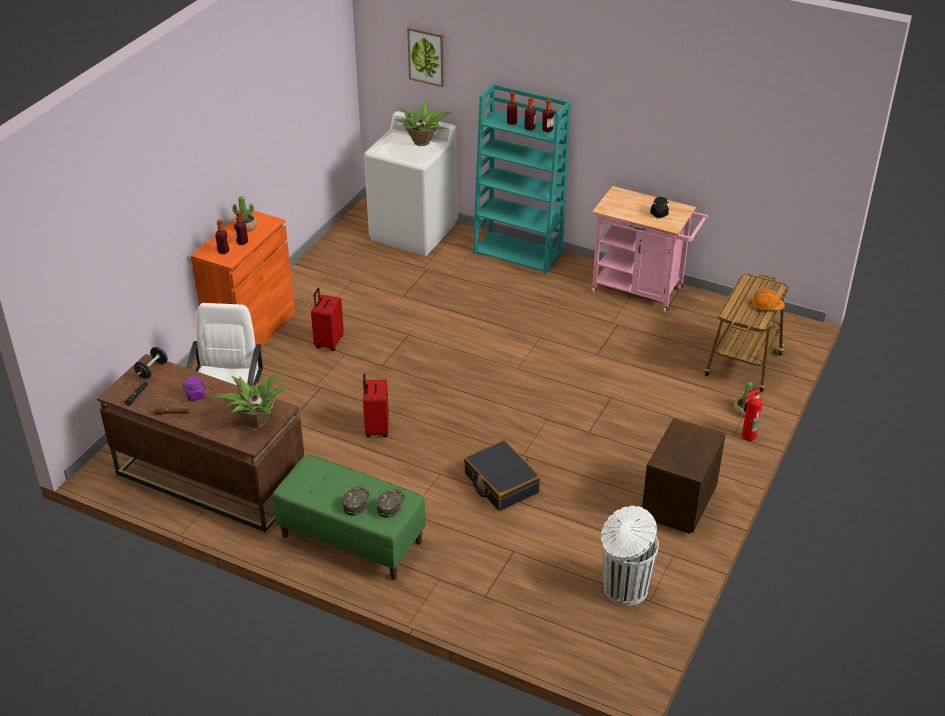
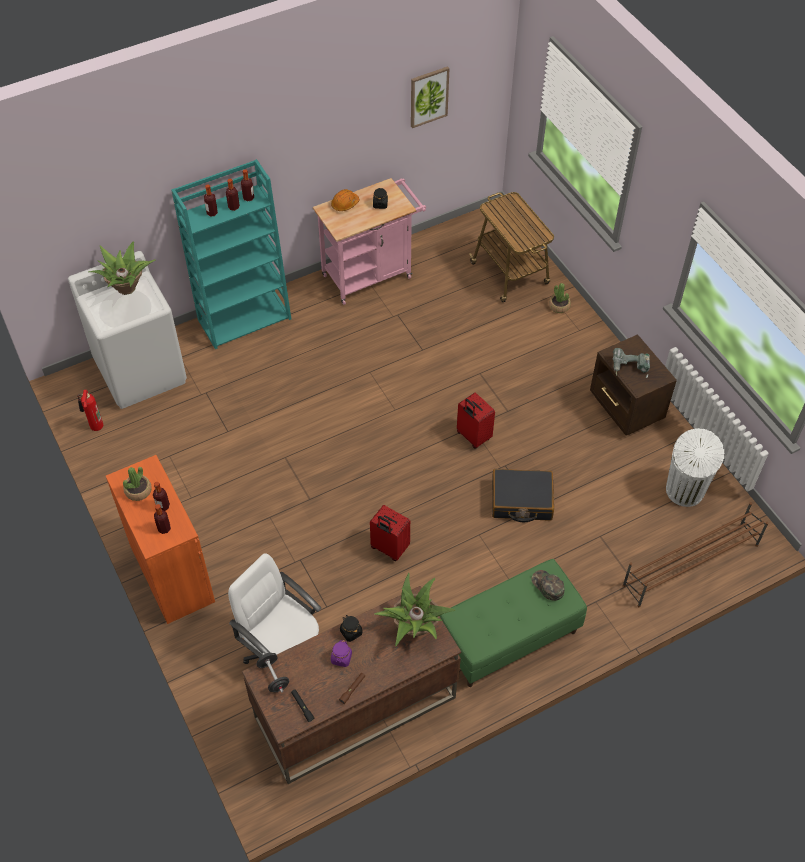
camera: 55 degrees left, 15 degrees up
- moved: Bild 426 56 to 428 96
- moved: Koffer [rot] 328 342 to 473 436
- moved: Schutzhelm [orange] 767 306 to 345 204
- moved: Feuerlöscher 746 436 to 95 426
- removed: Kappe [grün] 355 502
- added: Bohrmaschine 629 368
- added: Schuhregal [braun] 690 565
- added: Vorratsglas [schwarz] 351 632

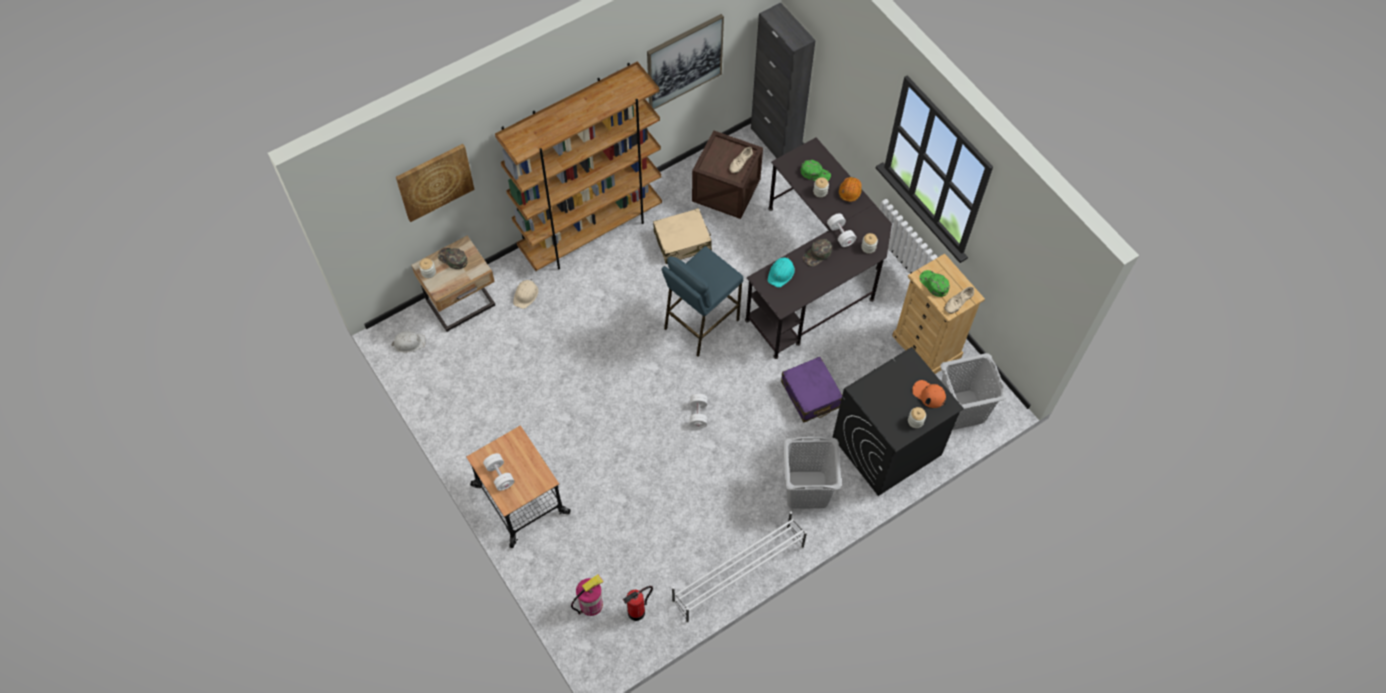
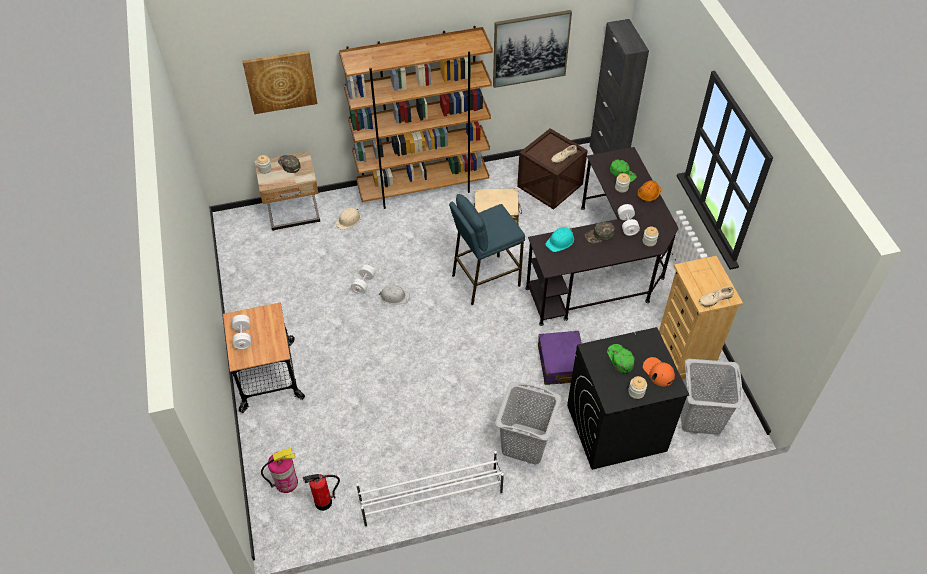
camera: 20 degrees right, 10 degrees down
- moved: Kappe [grün] 933 284 to 620 359
- moved: Schutzhelm [weiß] 409 342 to 394 296
- moved: Hantel [weiß] 698 414 to 364 284

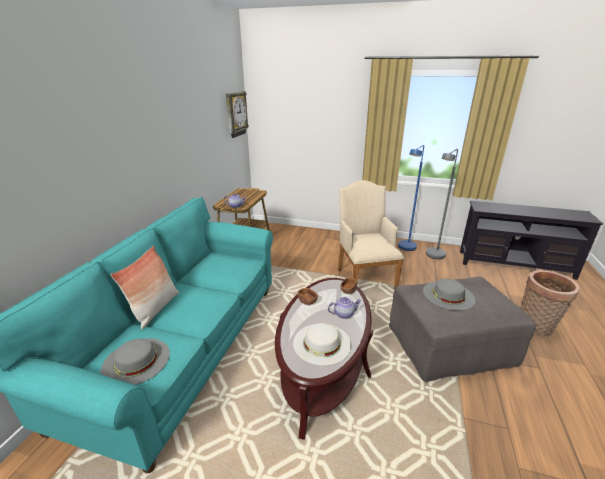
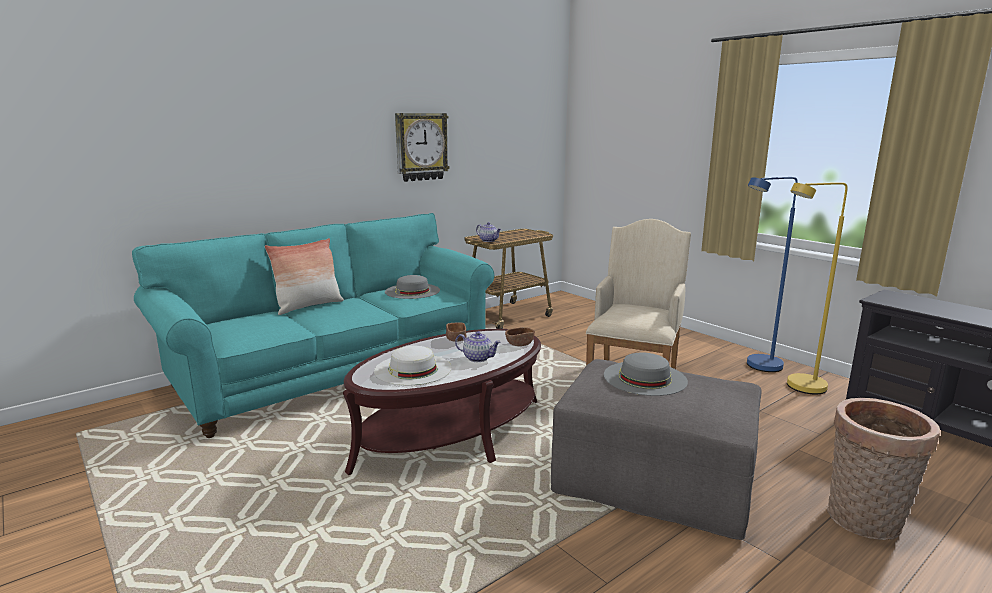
camera: 35 degrees right, 10 degrees down
- moved: Wanduhr 235 114 to 421 147
- recoloured: Stehlampe [grau] 433 256 to Stehlampe [gelb] 798 388
- moved: Hut [grau] 136 361 to 412 291

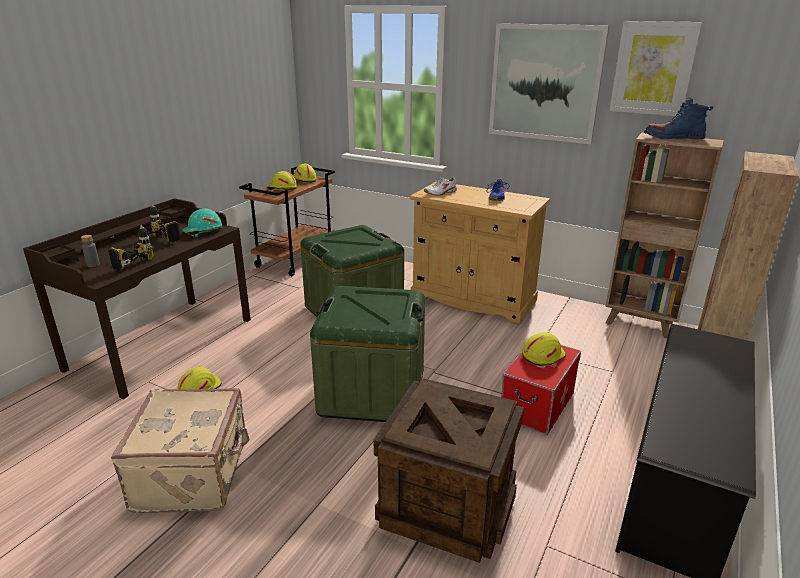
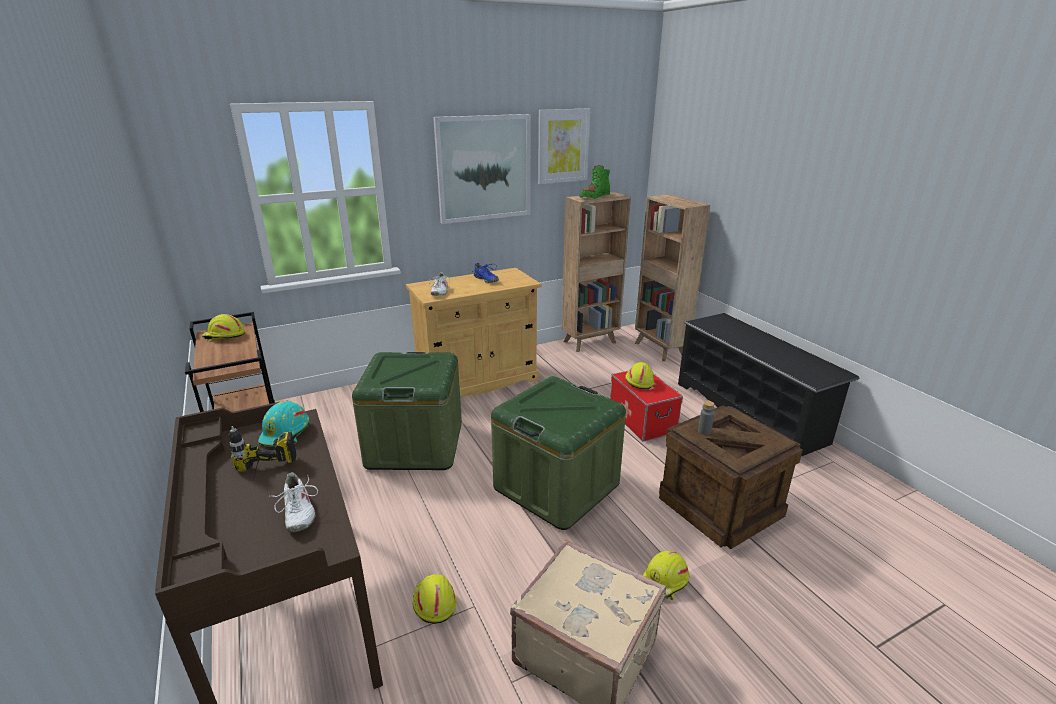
camera: 55 degrees left, 0 degrees up
- recoloured: Stiefel [blau] 673 138 to Stiefel [grün] 594 197
- moved: Schutzhelm [gelb] 282 189 to 665 581
- replaced: Bohrmaschine 126 261 to Schuh [weiß] 297 512
- moved: Flasche [grau] 93 265 to 704 431

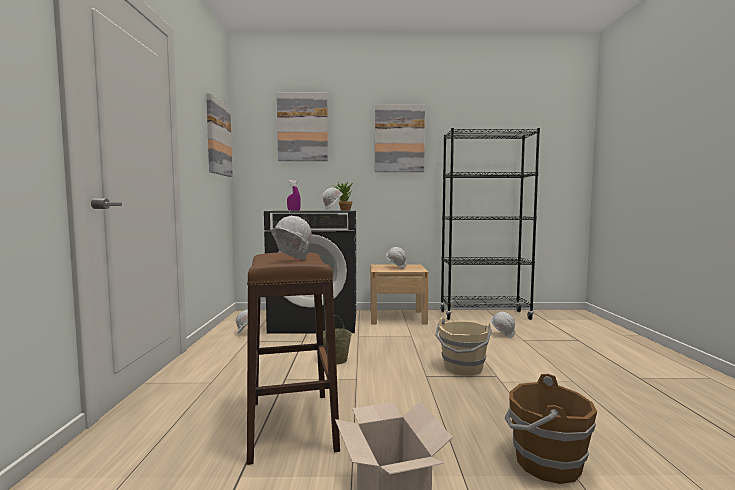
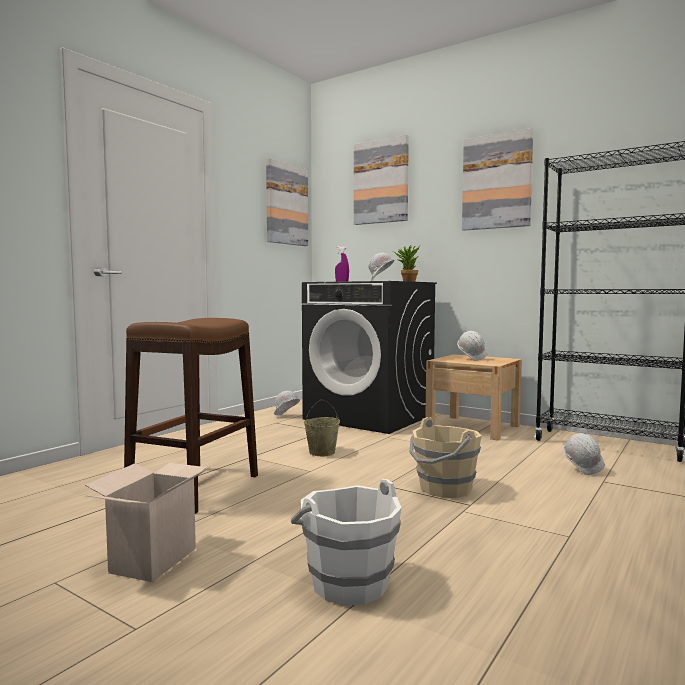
camera: 35 degrees right, 0 degrees up
- removed: Schutzhelm [weiß] 290 261
- recoloured: Eimer [braun] 545 463 to Eimer [weiß] 348 583

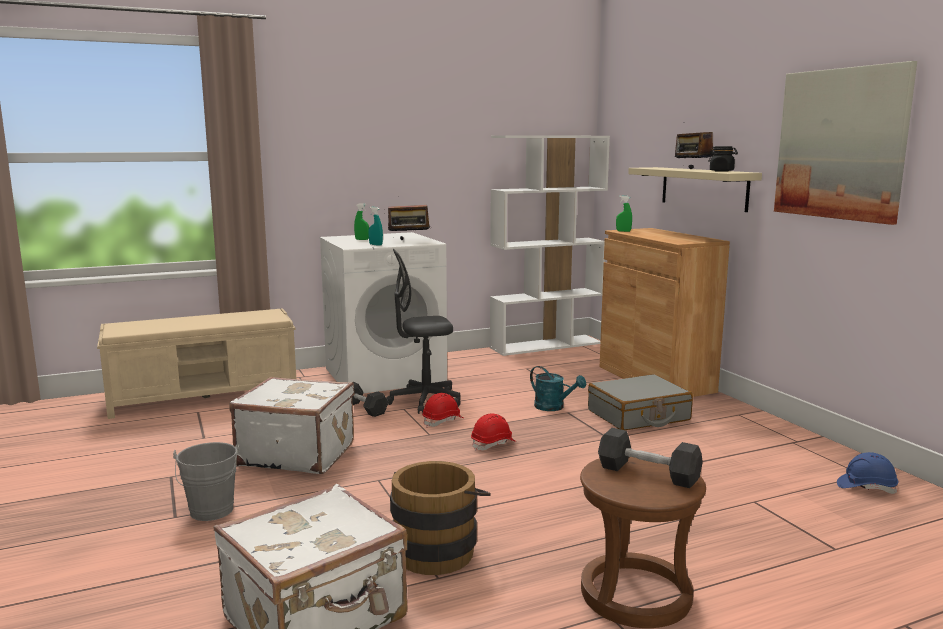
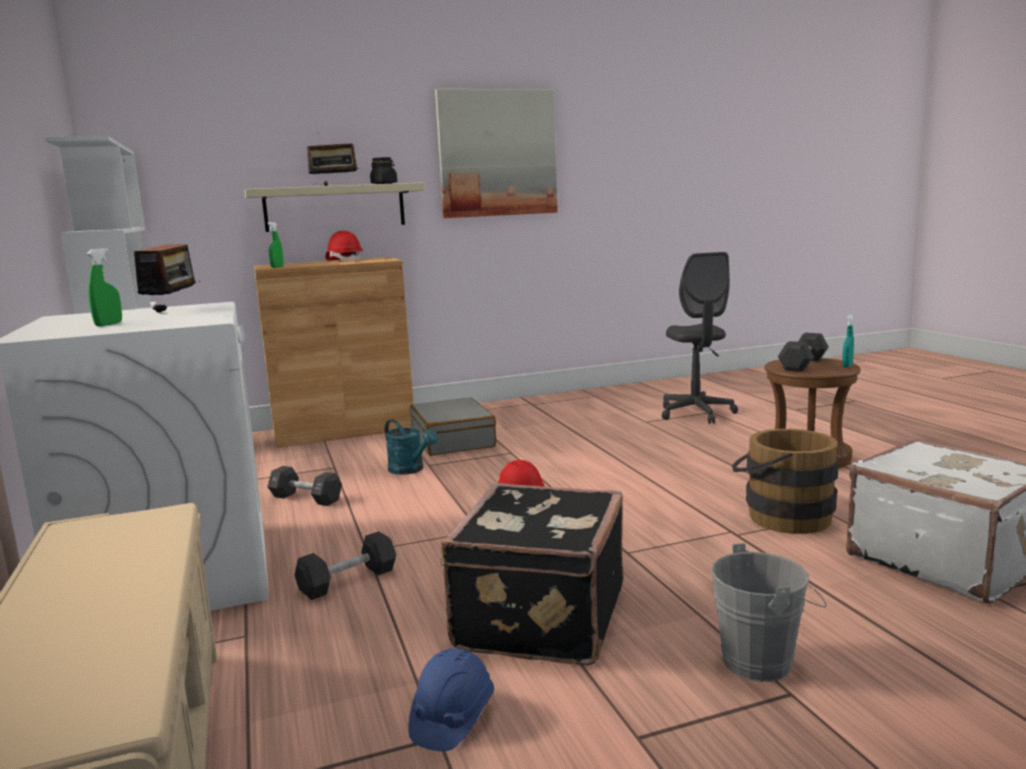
camera: 85 degrees left, 0 degrees up
- moved: Sprühflasche [türkis] 375 245 to 847 365
- moved: Bürostuhl [grau] 424 401 to 696 413
- turned: Gießkanne [türkis] 554 407 = 410 470 90 degrees clockwise
- recoloured: Koffer [weiß] 297 454 to Koffer [schwarz] 537 618
- moved: Schutzhelm [rot] 443 421 to 344 261
- moved: Schutzhelm [blau] 866 487 to 452 718
- added: Hantel [schwarz] 306 498

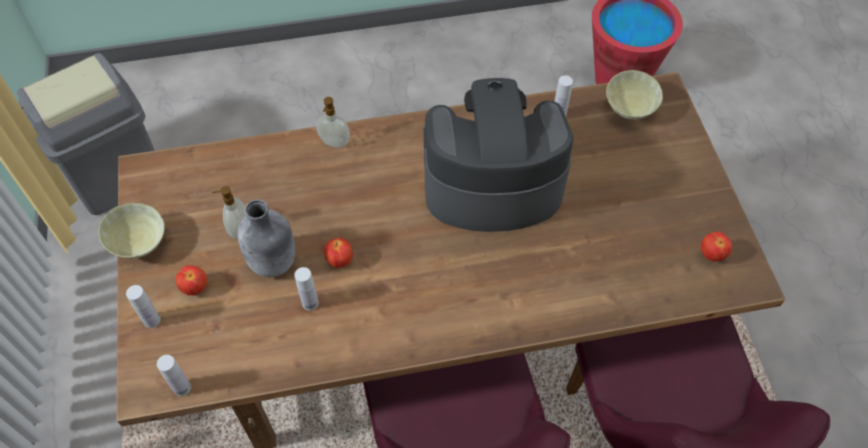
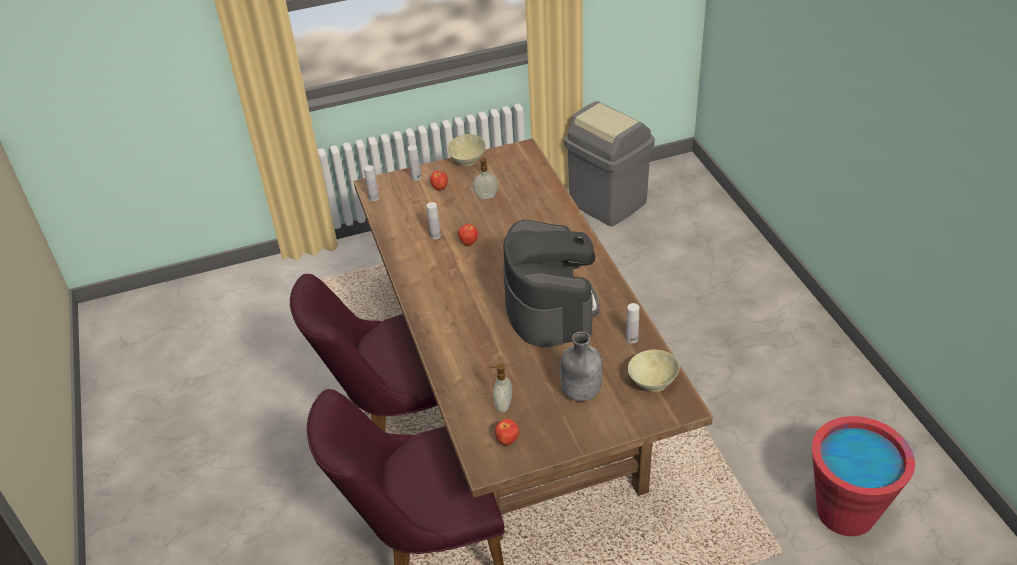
camera: 85 degrees right, 15 degrees down
- moved: Seifenspender 334 143 to 502 405
- moved: Flasche [grau] 273 263 to 580 392

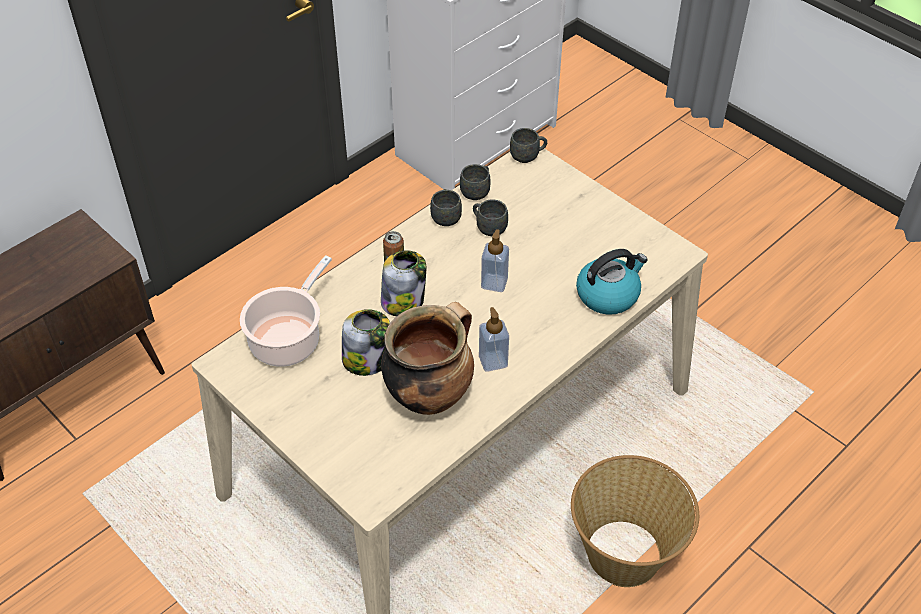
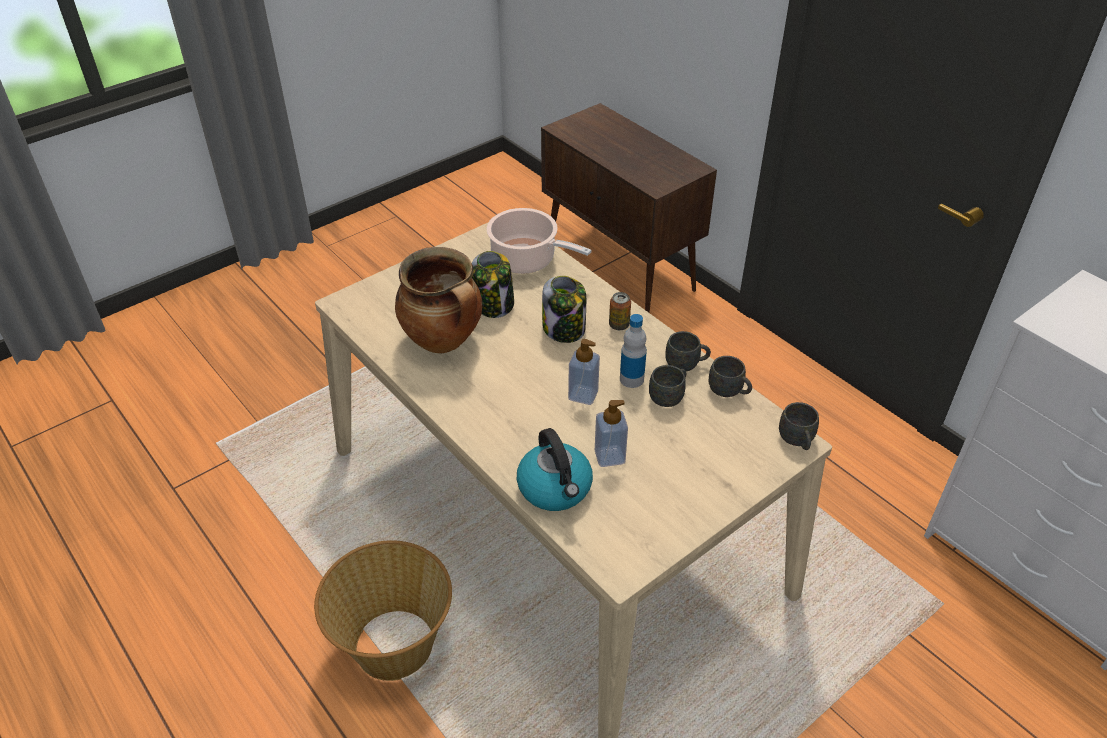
camera: 95 degrees right, 5 degrees down
- moved: Seifenspender 493 361 to 609 456
- added: Flasche 631 379

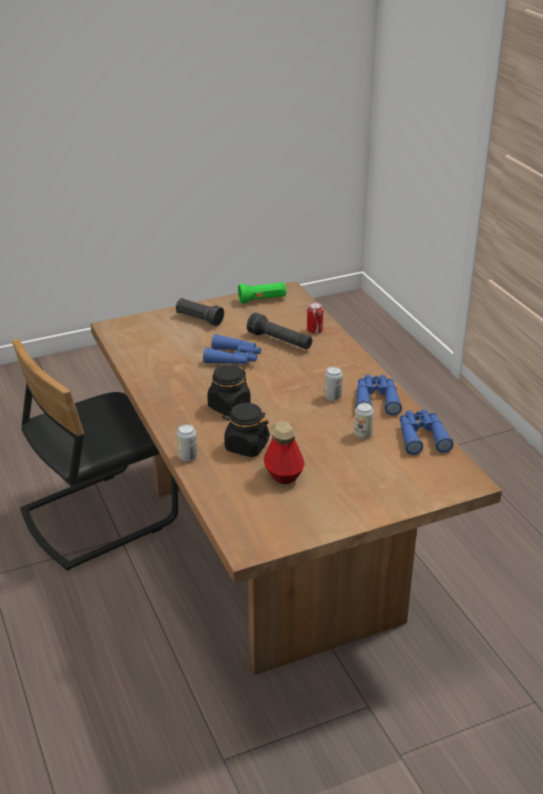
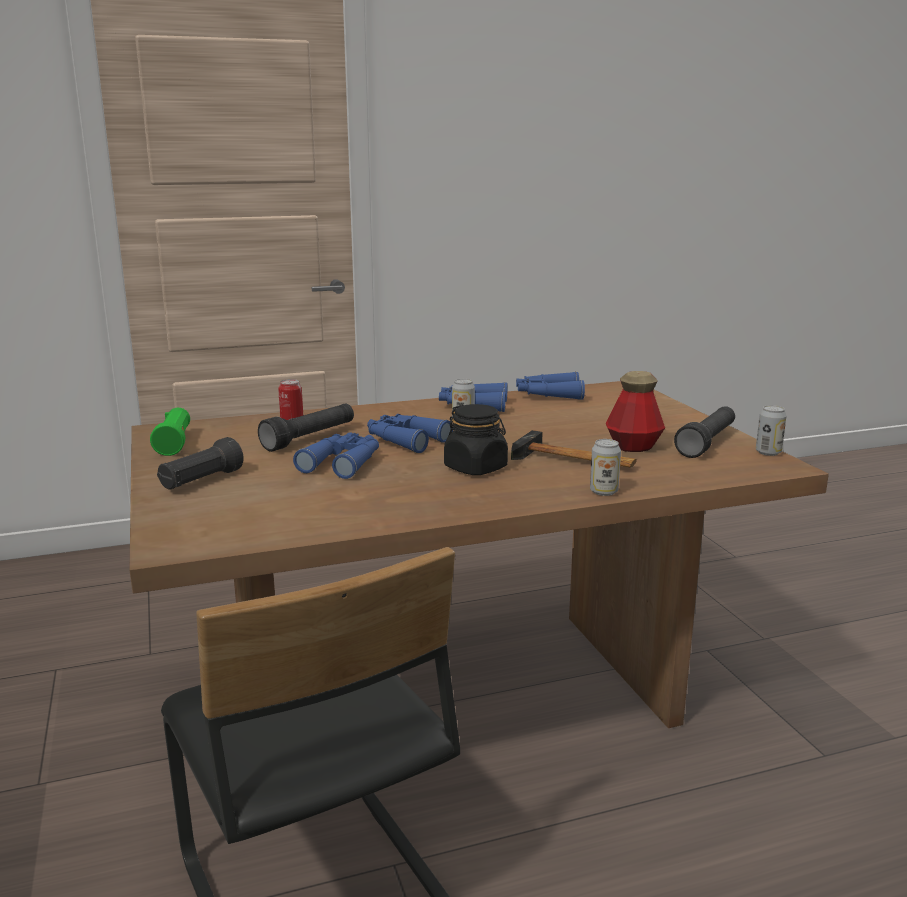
camera: 85 degrees left, 15 degrees down
- replaced: Vorratsglas [schwarz] 246 446 to Hammer 573 461
- moved: Dose 362 434 to 768 452
- added: Taschenlampe [schwarz] 707 443
- added: Fernglas [blau] 405 440

